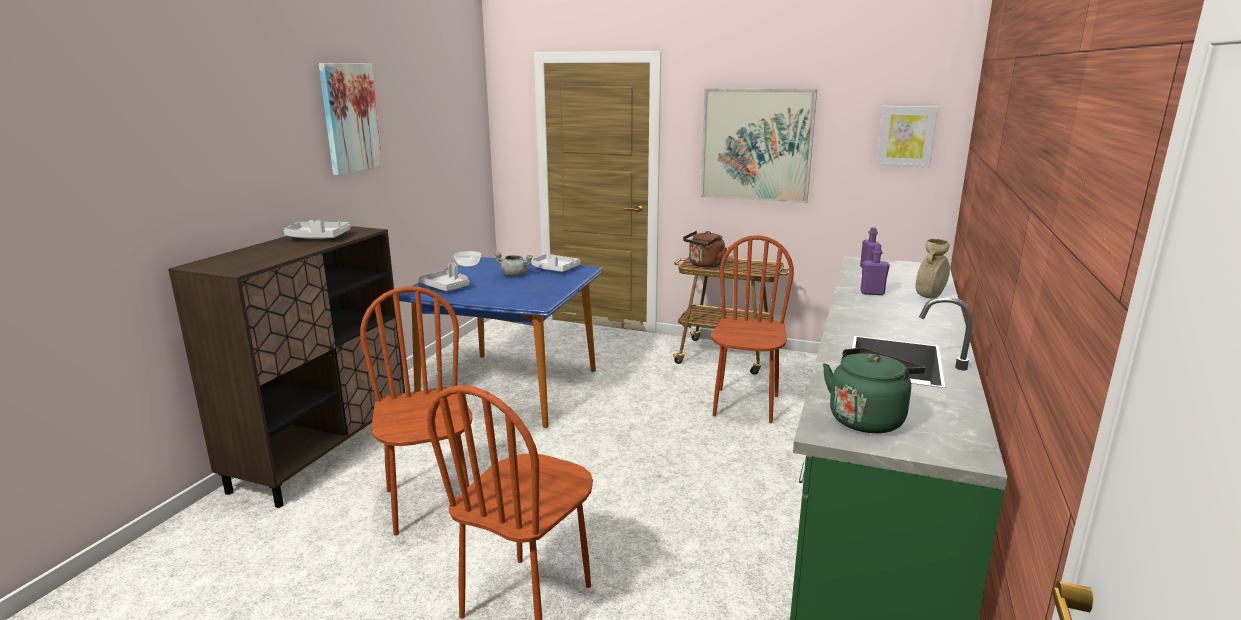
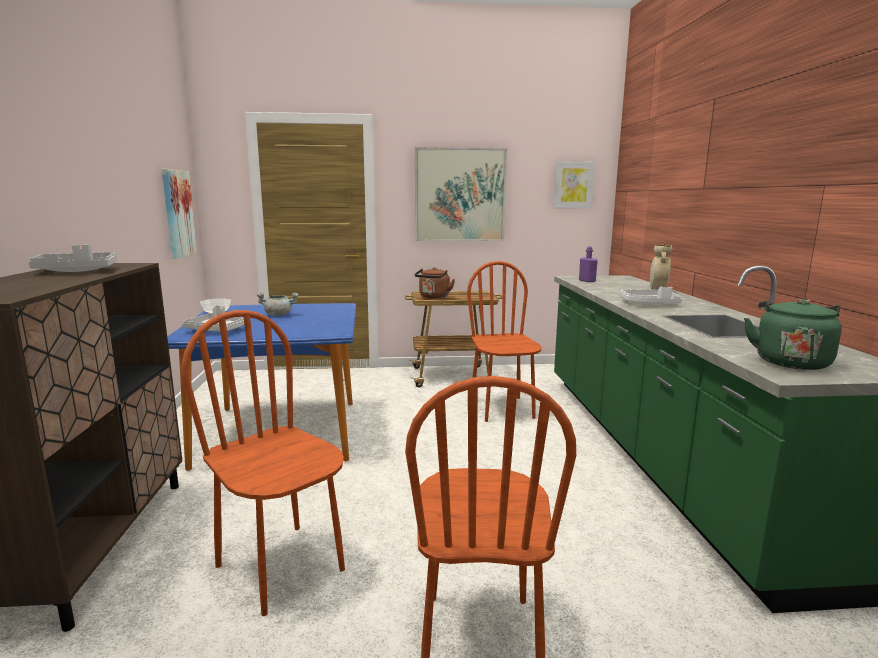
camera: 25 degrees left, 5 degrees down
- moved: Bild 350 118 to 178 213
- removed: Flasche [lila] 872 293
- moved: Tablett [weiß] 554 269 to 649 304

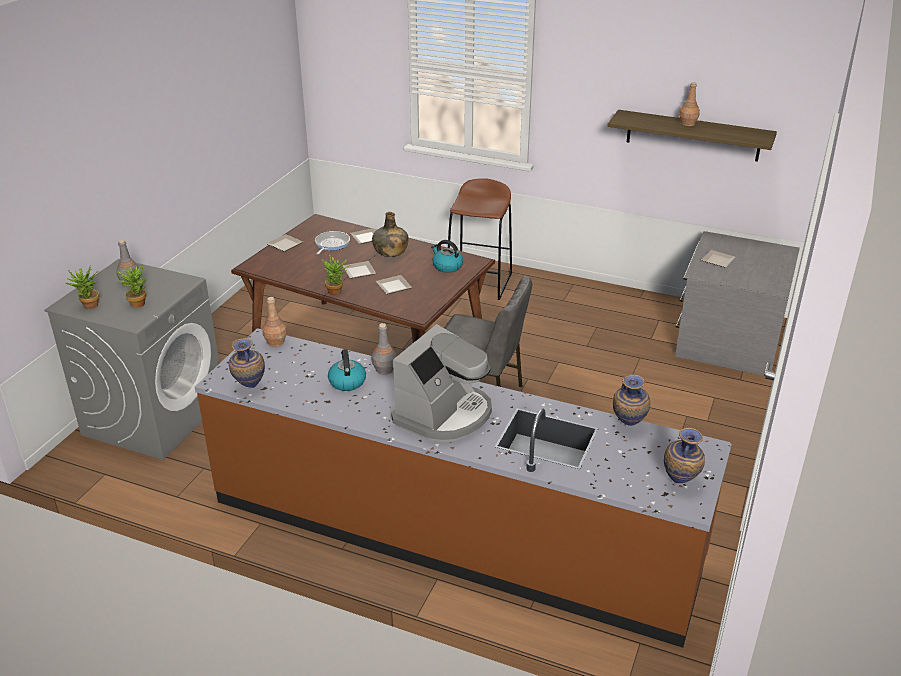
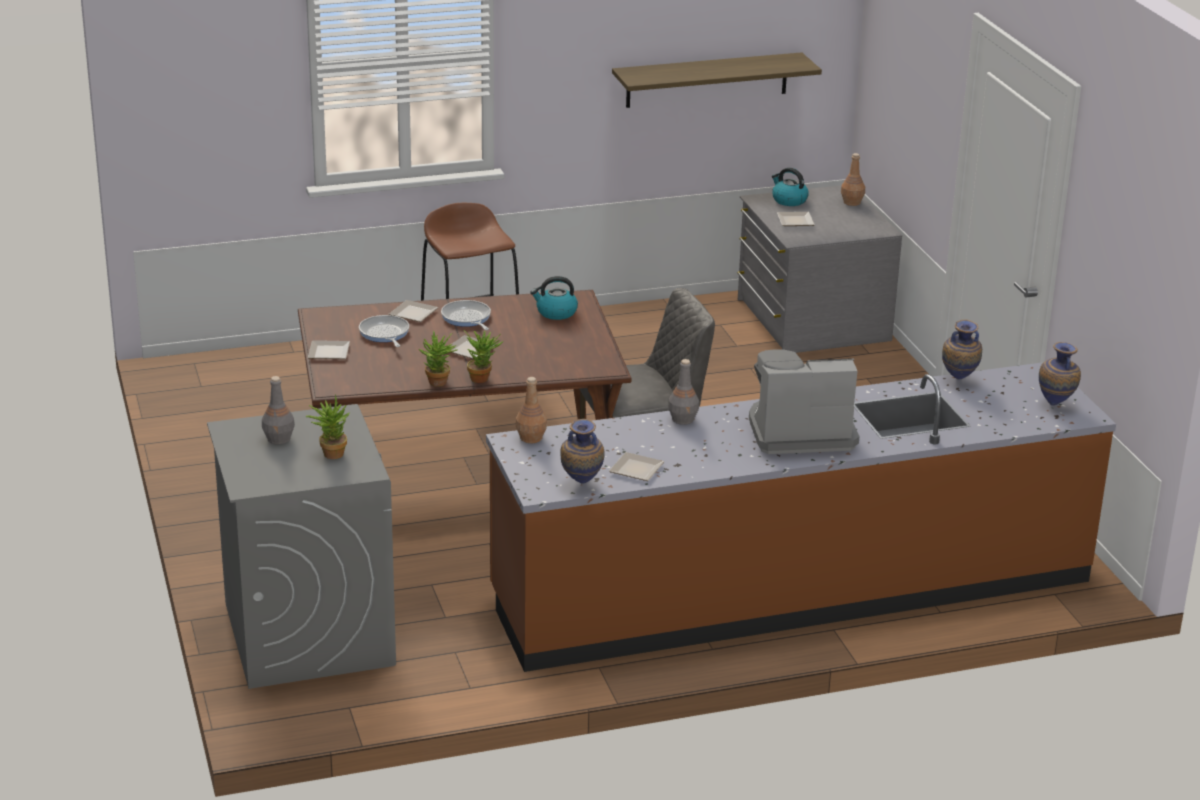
camera: 40 degrees left, 5 degrees down
- moved: Flasche [braun] 687 124 to 852 202
- replaced: Flasche [grün] 390 251 to Pfanne 467 318
- moved: Topfpflanze 89 307 to 438 384
- moved: Teller 392 286 to 634 470
- turned: Kaffeemaschine 444 414 = 799 432 90 degrees counterclockwise
- moved: Wasserkessel 347 381 to 789 200

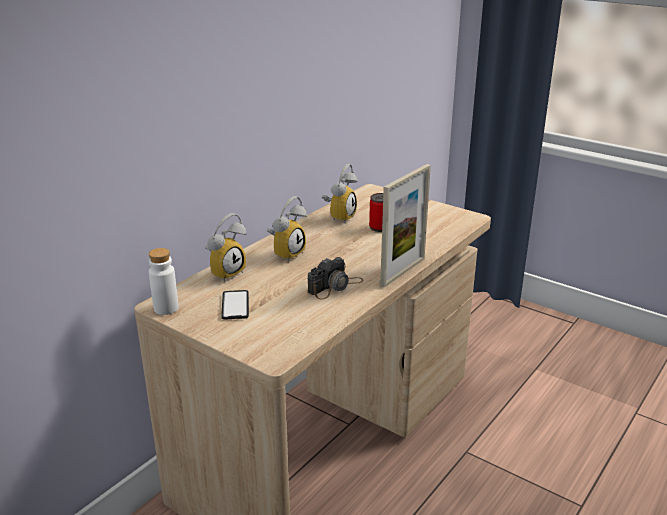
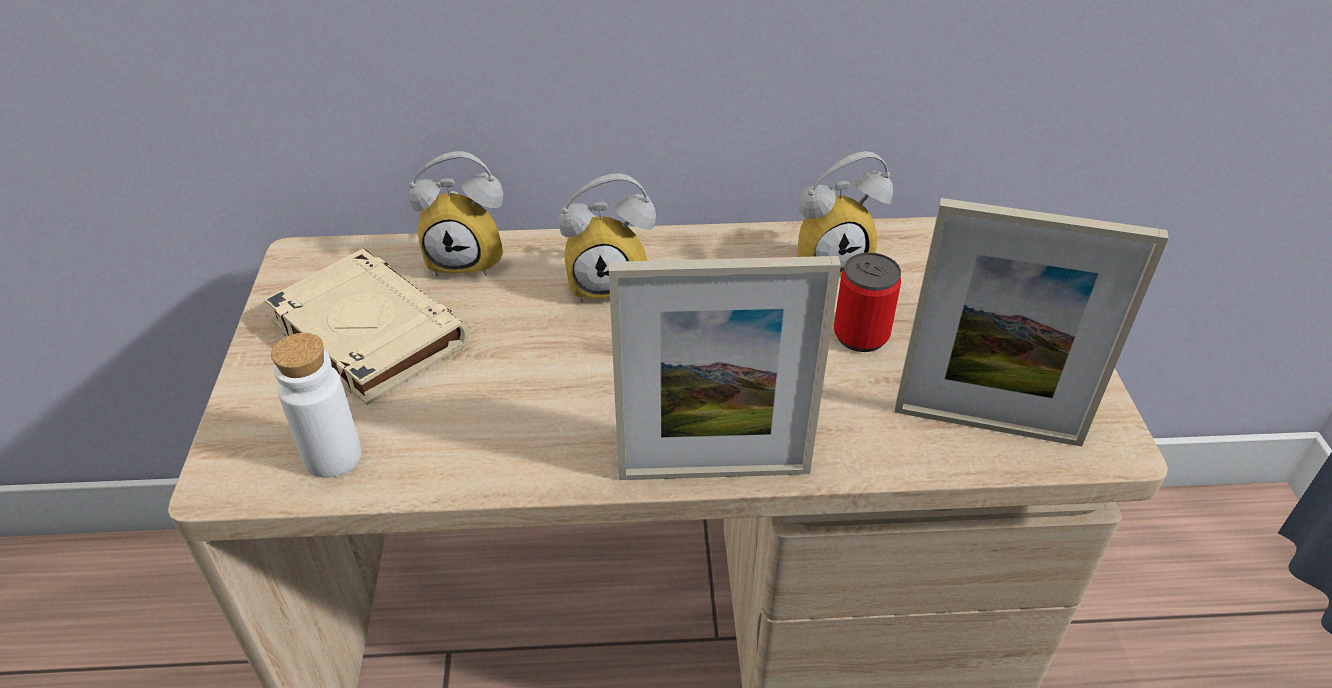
camera: 50 degrees right, 15 degrees up
- moved: Flasche [weiß] 166 308 to 333 456
- removed: Kamera 335 286
- replaced: Handy 235 305 to Buch [beige] 367 333
- added: Bilderrahmen 986 425

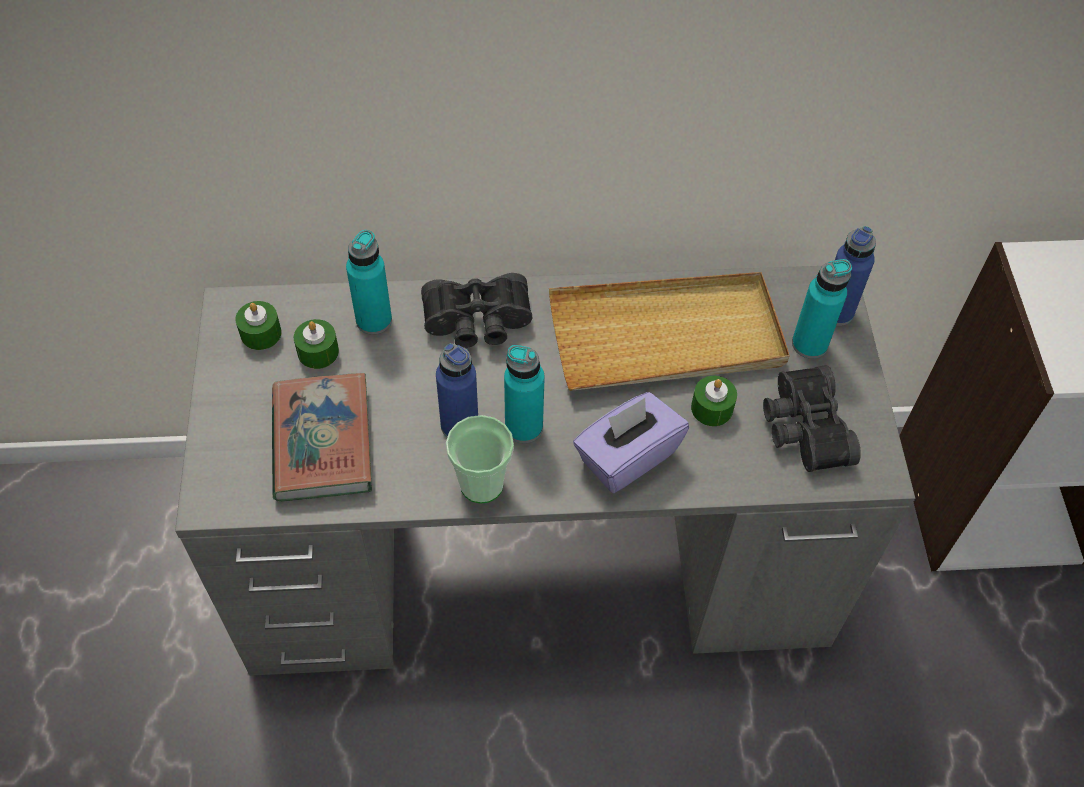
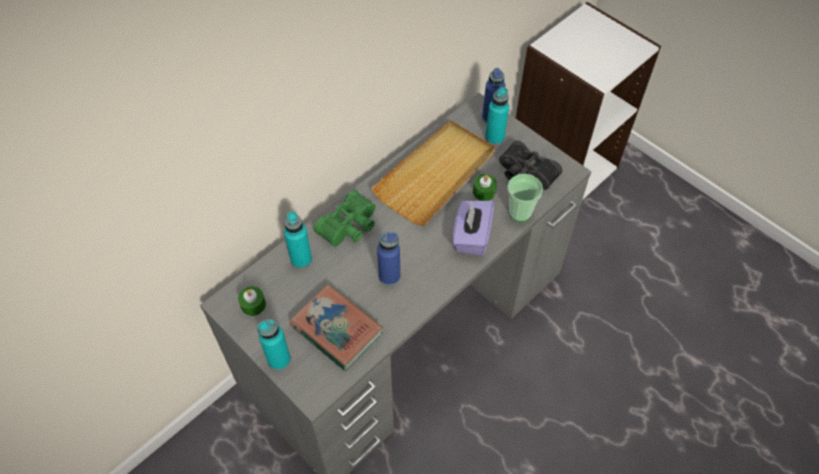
camera: 40 degrees left, 0 degrees up
- recoloured: Fernglas [schwarz] 478 323 to Fernglas [grün] 350 227
- removed: Kerze [grün] 318 352
- moved: Flasche [türkis] 523 427 to 279 359
- moved: Tasse 481 484 to 520 212

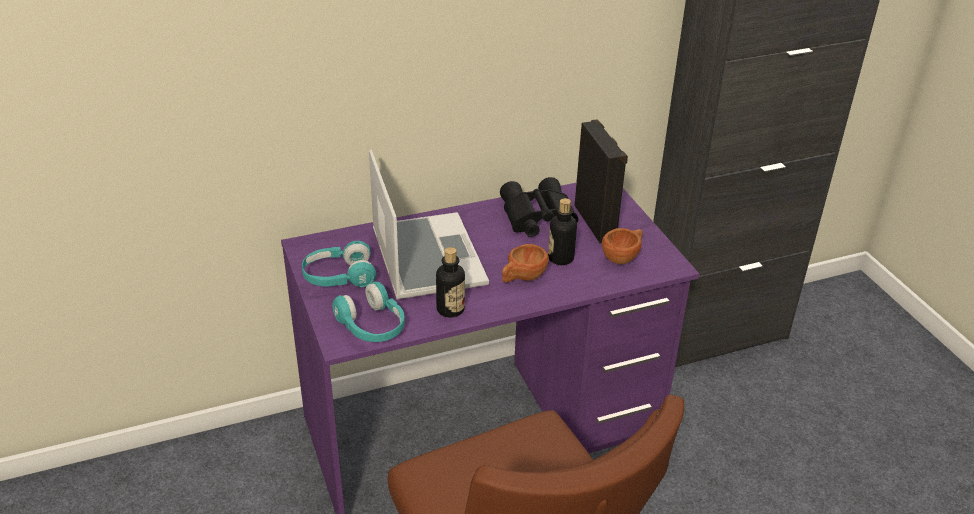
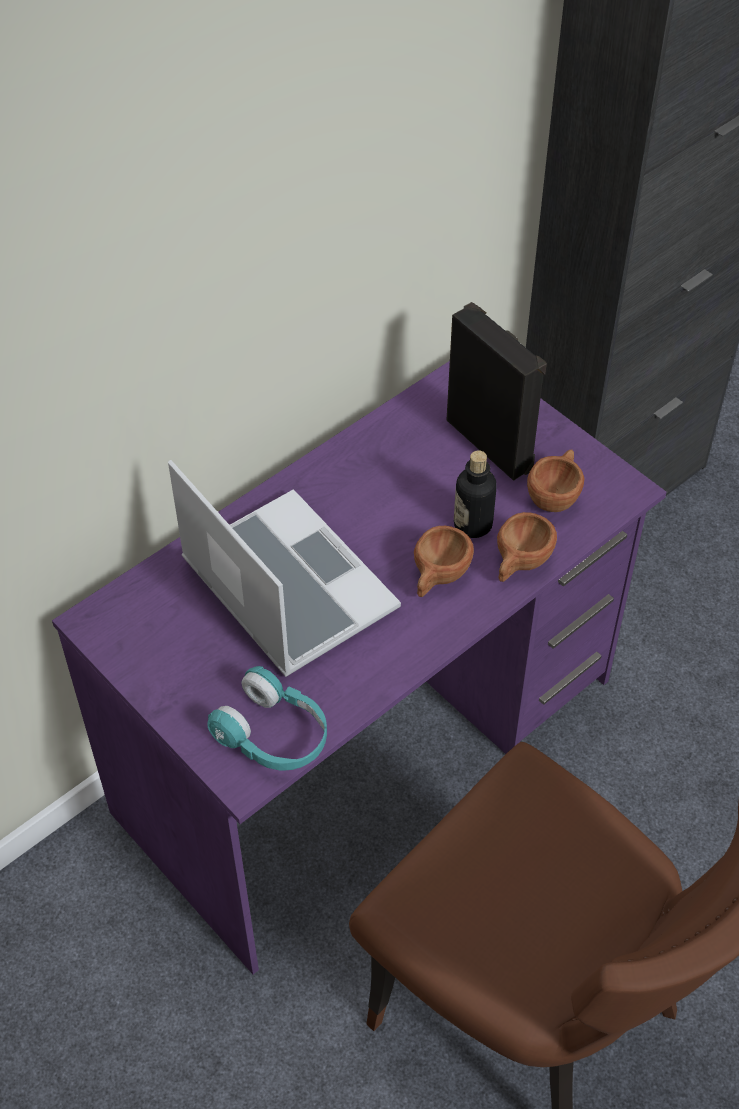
camera: 20 degrees left, 15 degrees up
- removed: Fernglas [schwarz] 536 218
- removed: Kopfhörer [türkis] 339 277
- removed: Flasche 450 309
- added: Tasse [braun] 519 564

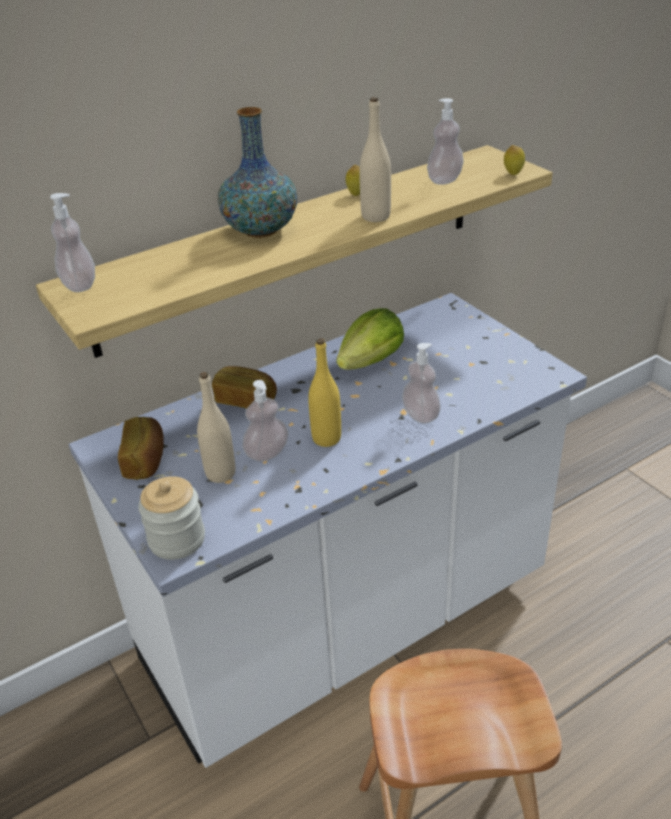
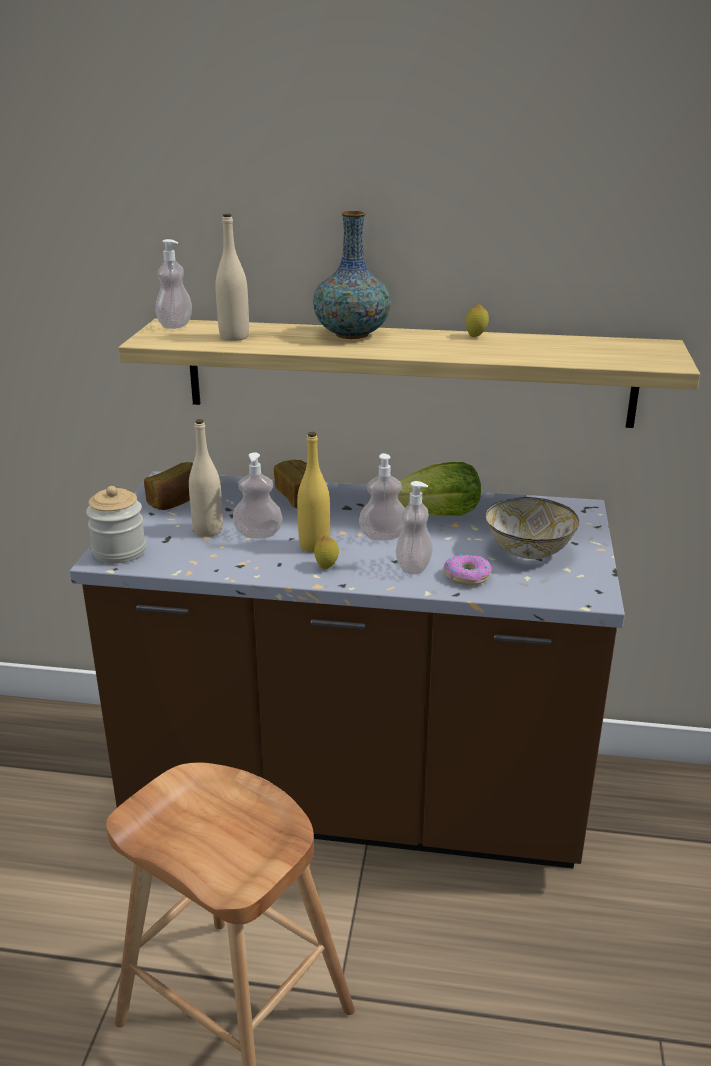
camera: 40 degrees right, 10 degrees down
- moved: Flasche [beige] 375 216 to 234 337
- moved: Seifenspender 444 180 to 383 536
- moved: Zitrone 513 174 to 326 567
- recoloured: Küchenzeile [weiß] 347 624 to Küchenzeile [braun] 355 801
- added: Schüssel 528 551
- added: Donut 467 576

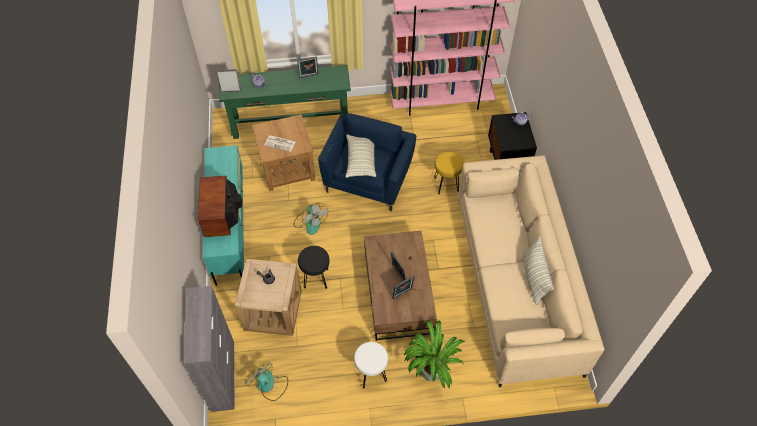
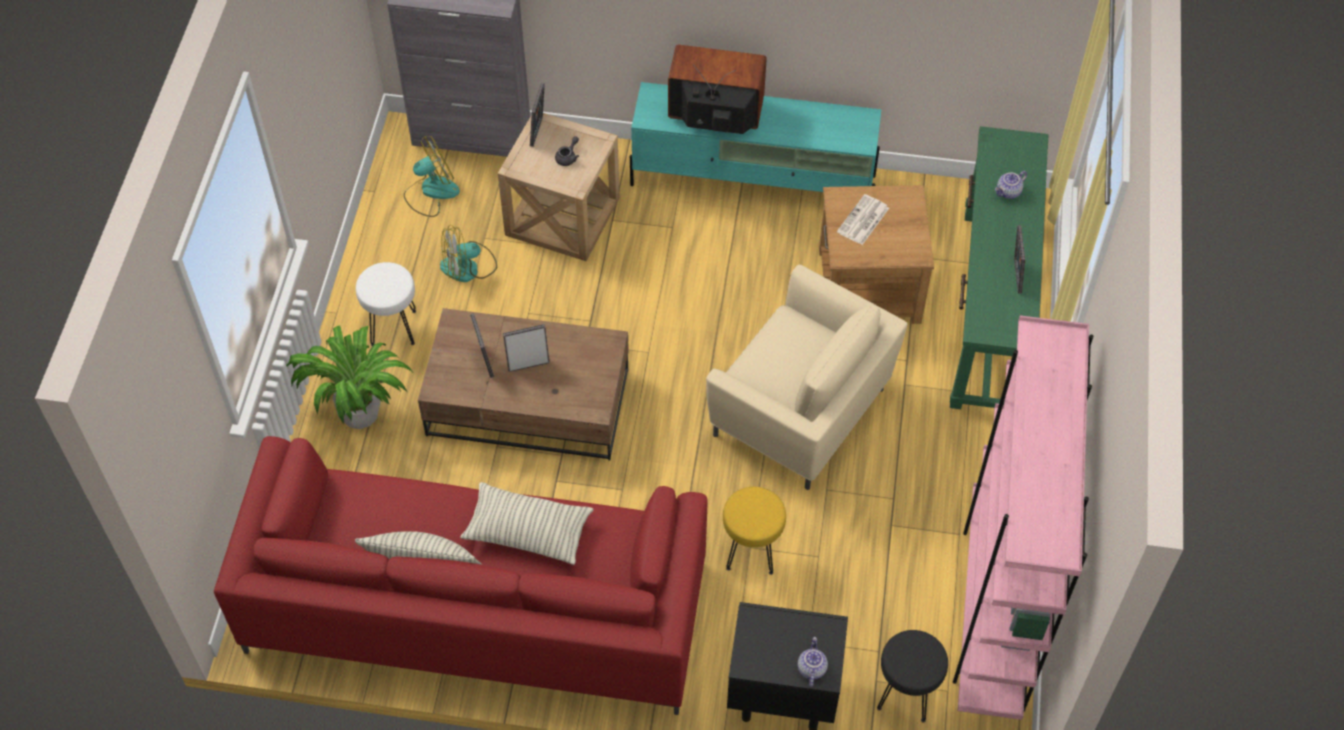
camera: 105 degrees right, 0 degrees up
- moved: Bilderrahmen 231 89 to 538 132
- recoloured: Sessel [blau] 368 180 to Sessel [beige] 801 414
- moved: Kissen 361 160 to 527 531
- recoloured: Sofa [beige] 516 282 to Sofa [rot] 476 606
- moved: Ventilator 310 222 to 468 267
- moved: Hocker [schwarz] 316 278 to 906 695

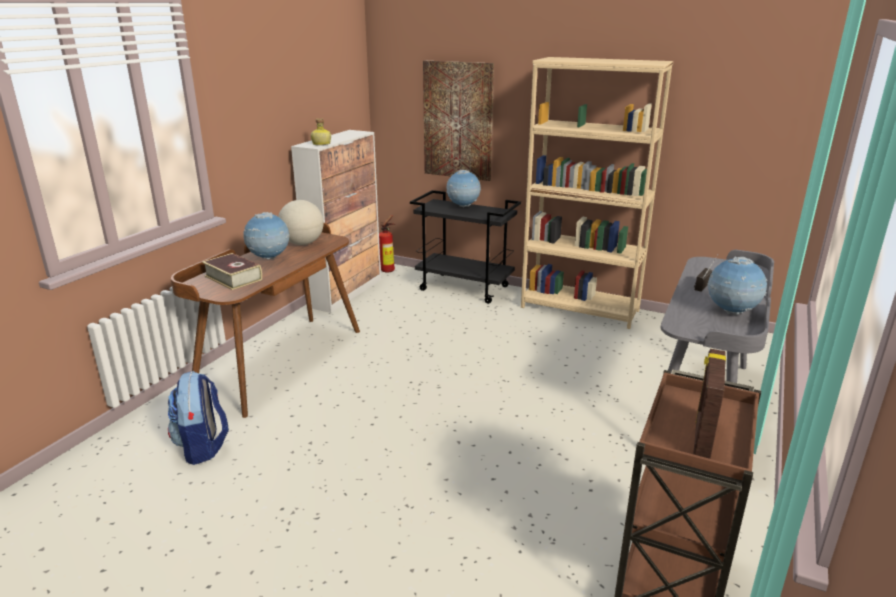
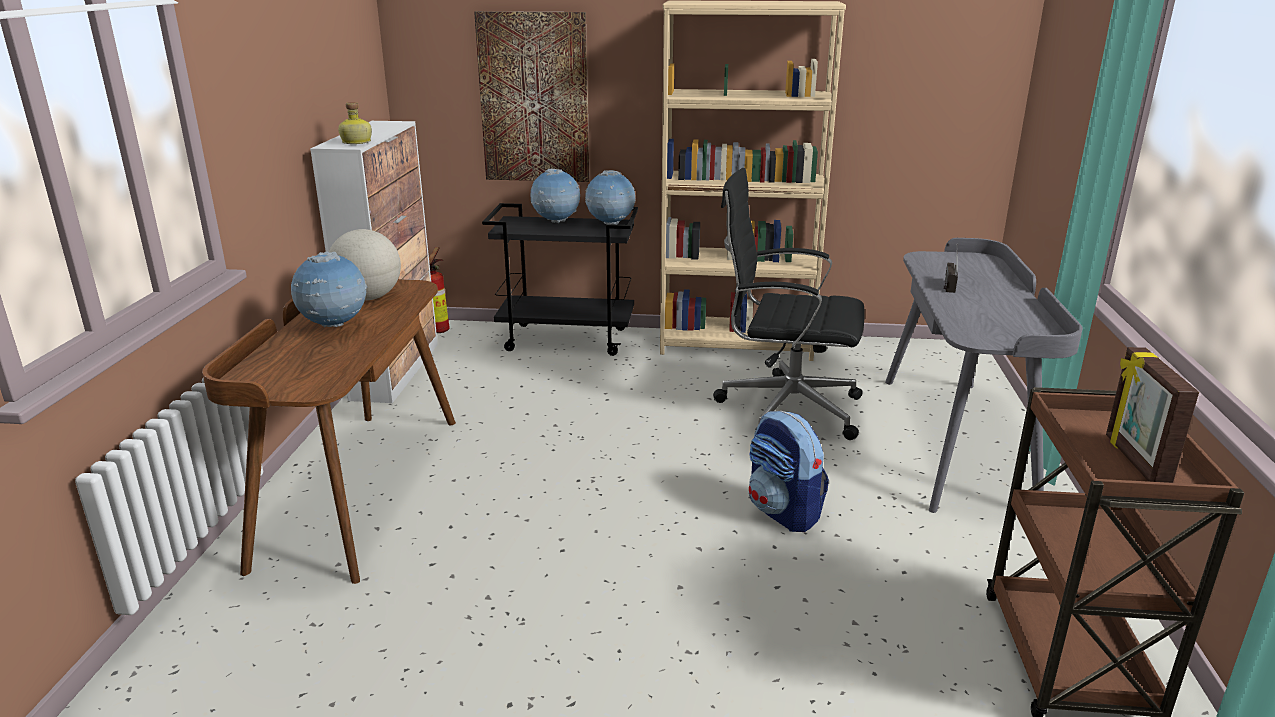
camera: 20 degrees left, 0 degrees up
- removed: Buch 233 278
- moved: Globus 731 312 to 610 224
- moved: Rucksack 203 447 to 784 512
- added: Bürostuhl [schwarz] 785 409

